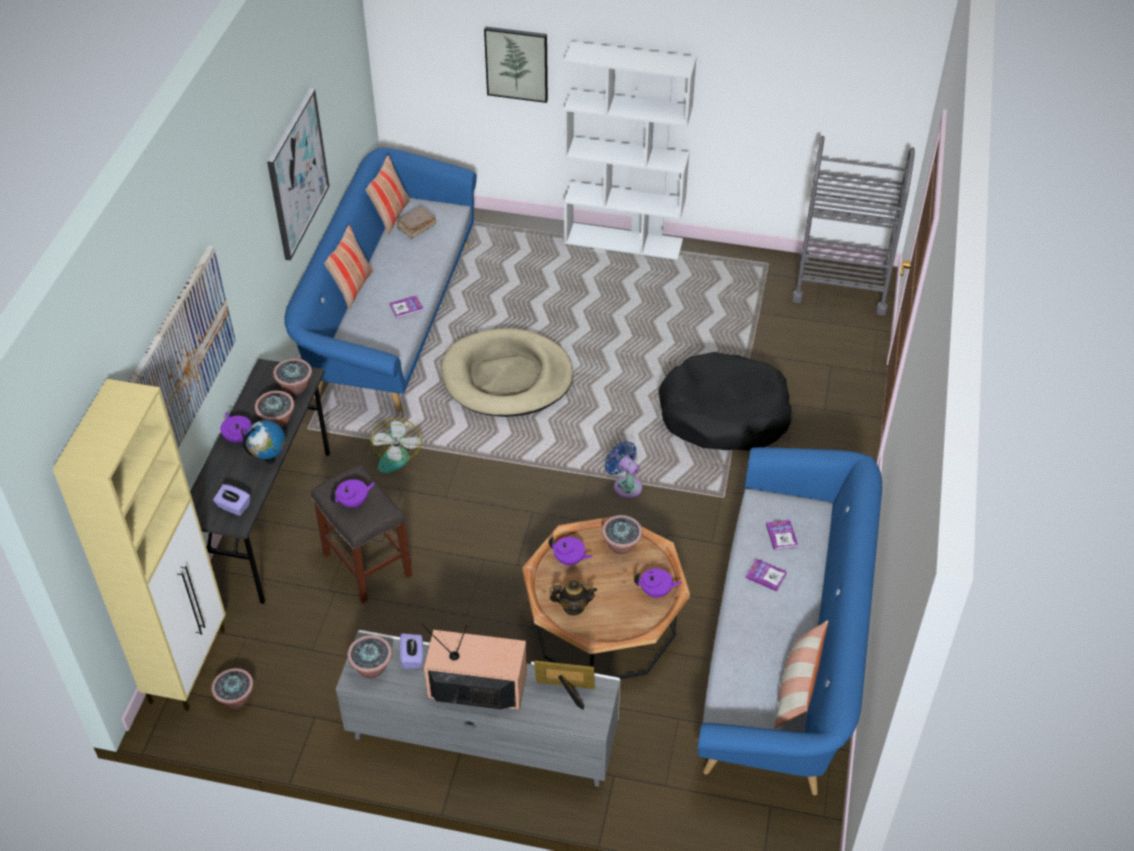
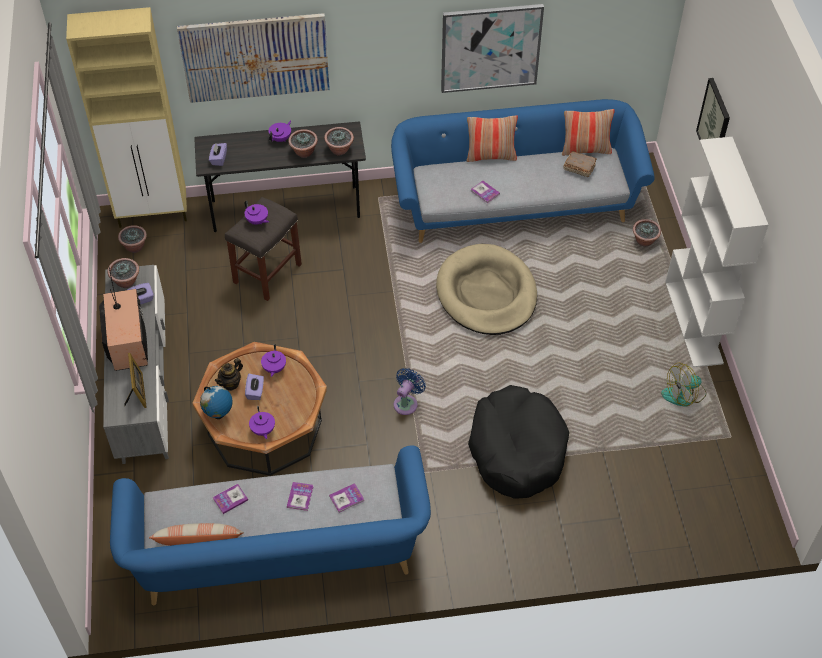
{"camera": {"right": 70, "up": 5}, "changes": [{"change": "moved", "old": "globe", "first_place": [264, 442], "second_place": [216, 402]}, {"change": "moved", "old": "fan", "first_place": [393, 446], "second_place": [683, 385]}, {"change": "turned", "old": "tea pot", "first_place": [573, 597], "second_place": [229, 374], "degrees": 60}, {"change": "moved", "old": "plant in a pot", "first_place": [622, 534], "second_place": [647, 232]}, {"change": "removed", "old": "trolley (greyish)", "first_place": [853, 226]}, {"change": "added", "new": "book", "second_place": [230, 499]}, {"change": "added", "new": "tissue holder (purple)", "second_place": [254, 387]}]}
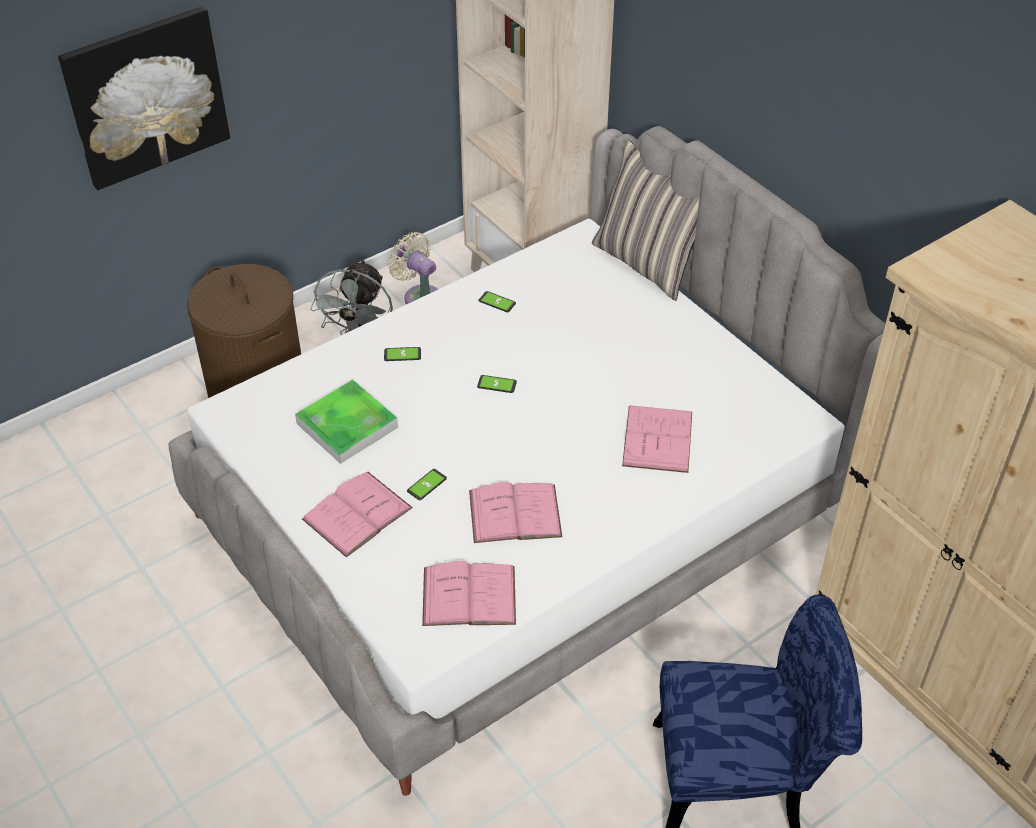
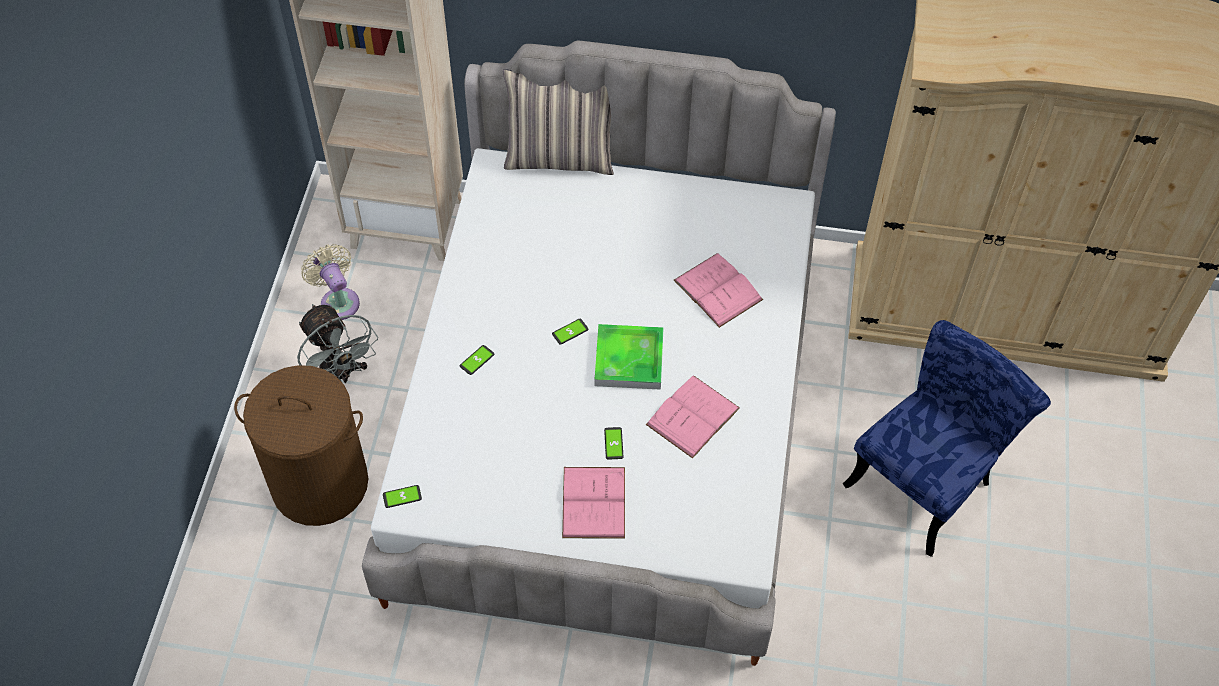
{"camera": {"right": -45, "up": 10}, "changes": [{"change": "removed", "old": "wall art", "first_place": [144, 98]}, {"change": "moved", "old": "tray", "first_place": [346, 422], "second_place": [629, 357]}, {"change": "turned", "old": "fan (beige)", "first_place": [413, 268], "second_place": [330, 282], "degrees": 60}, {"change": "removed", "old": "book (pink)", "first_place": [469, 593]}, {"change": "moved", "old": "handset", "first_place": [497, 301], "second_place": [402, 496]}]}
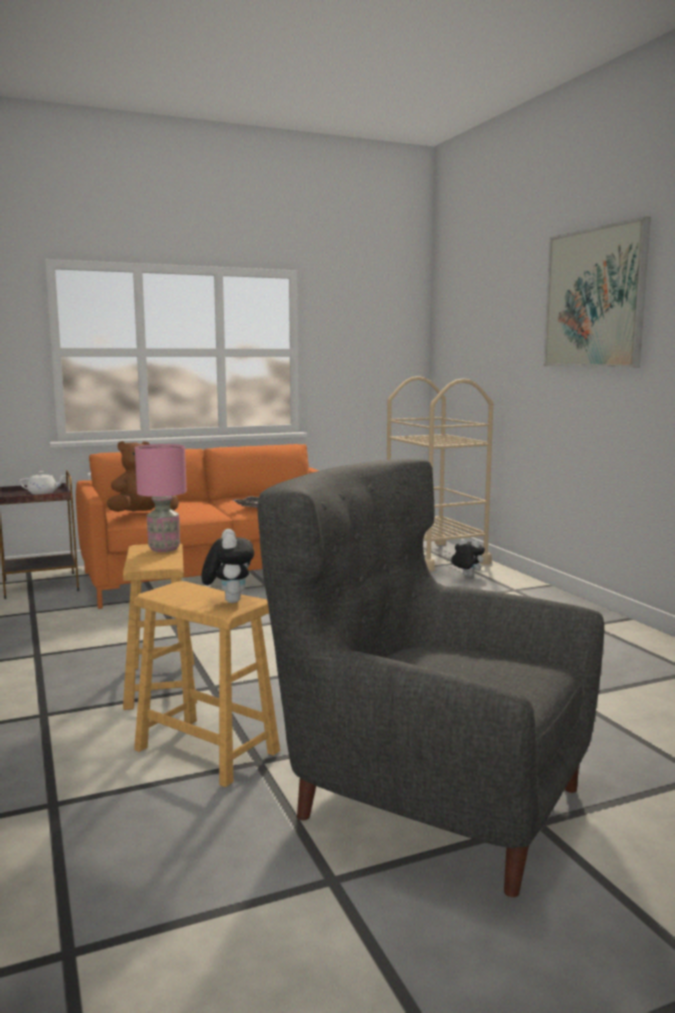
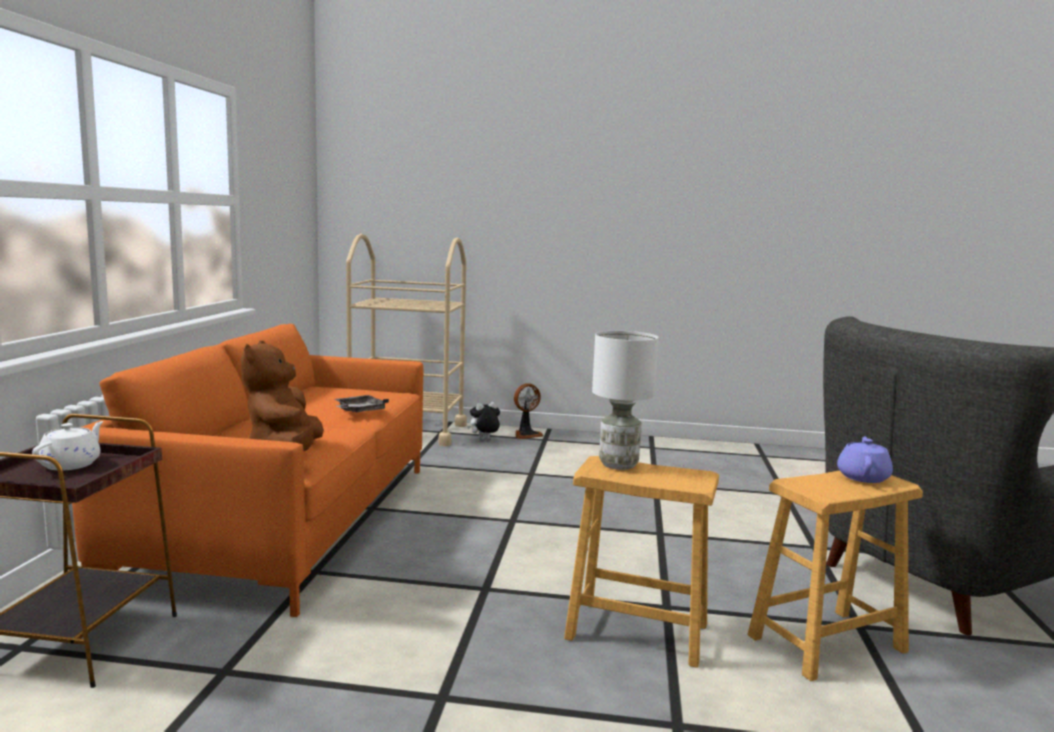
{"camera": {"right": -60, "up": 0}, "changes": [{"change": "recoloured", "old": "lamp for a table (pink)", "new": "lamp for a table (white)", "first_place": [161, 498], "second_place": [625, 400]}, {"change": "replaced", "old": "plush toy", "new": "tea pot (purple)", "first_place": [227, 566], "second_place": [865, 459]}, {"change": "removed", "old": "wall art", "first_place": [597, 292]}, {"change": "added", "new": "fan", "second_place": [529, 411]}]}
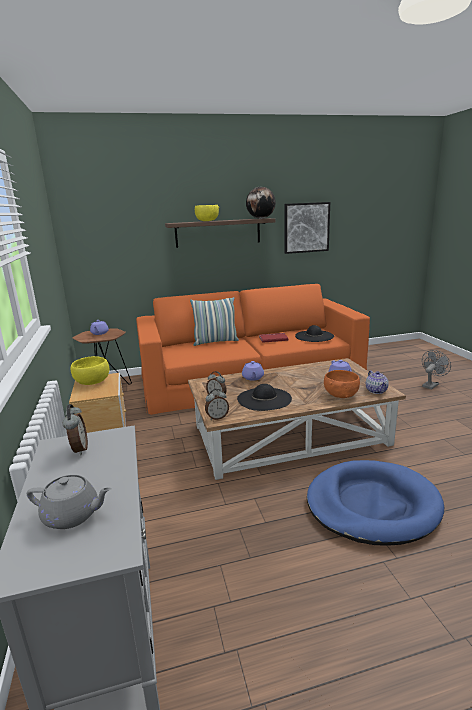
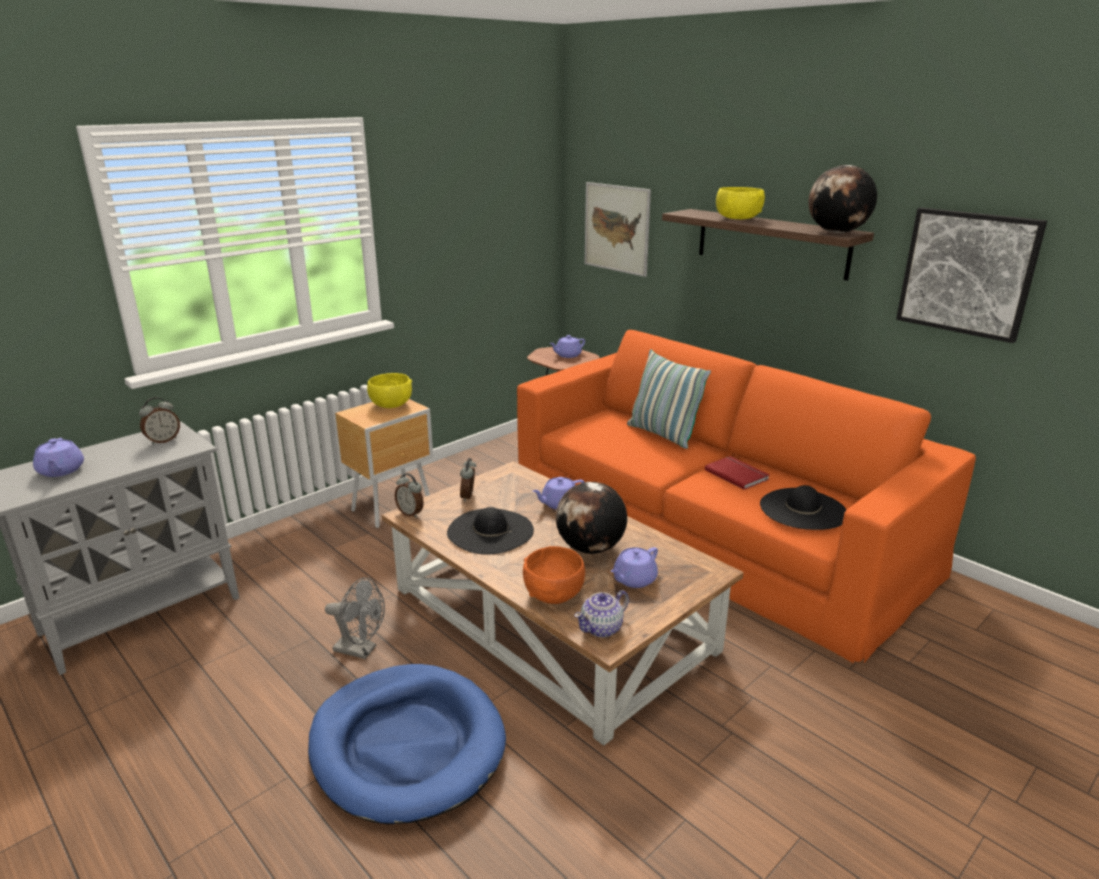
{"camera": {"right": 60, "up": 5}, "changes": [{"change": "recoloured", "old": "tea pot (greyish)", "new": "tea pot (purple)", "first_place": [69, 502], "second_place": [58, 457]}, {"change": "moved", "old": "fan (greyish)", "first_place": [436, 369], "second_place": [355, 618]}, {"change": "added", "new": "globe", "second_place": [591, 518]}, {"change": "added", "new": "wall art", "second_place": [618, 229]}]}
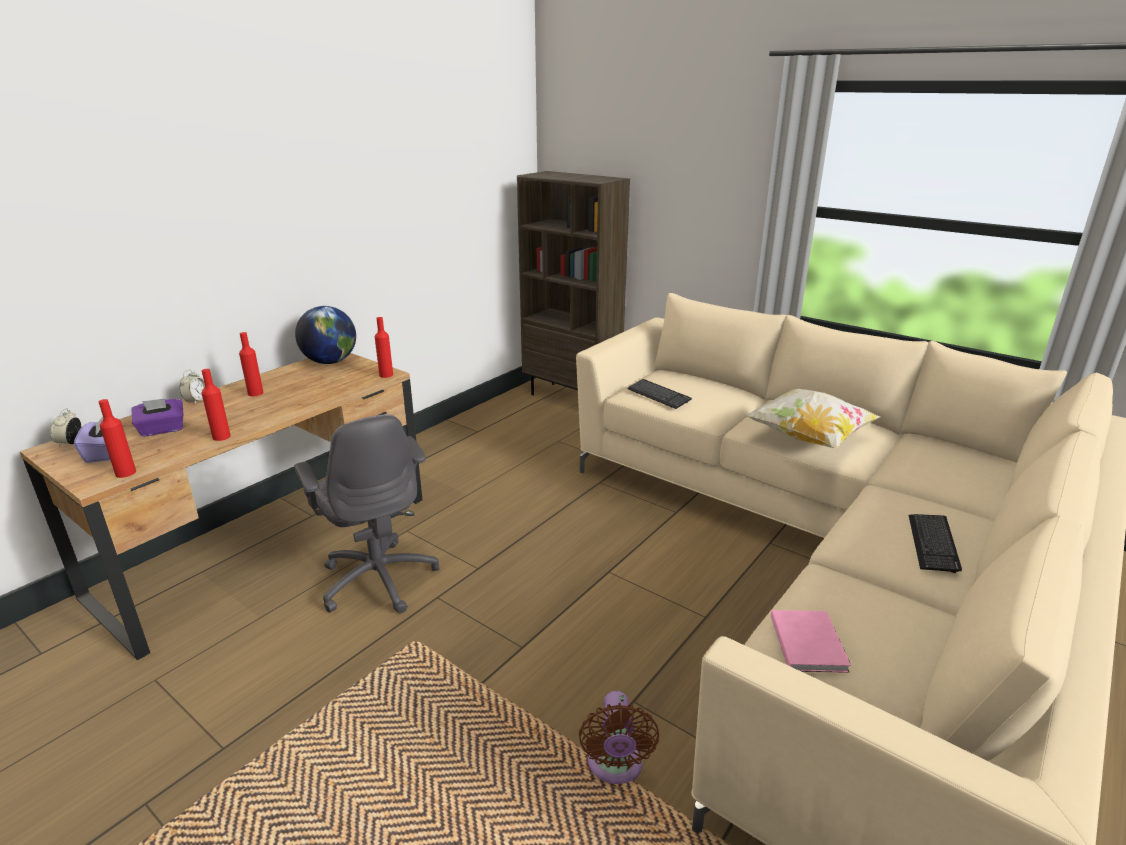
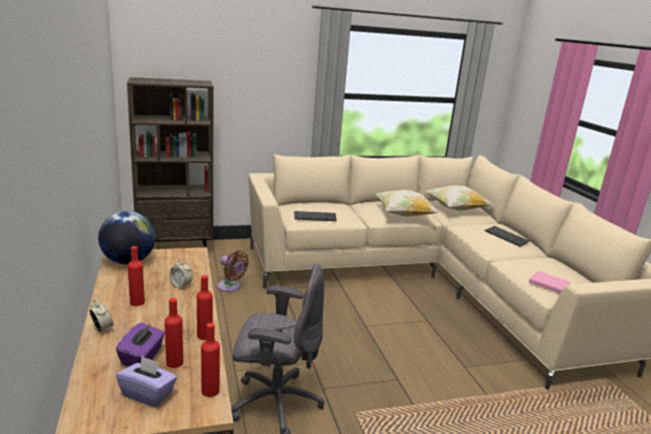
{"camera": {"right": -55, "up": -5}, "changes": [{"change": "moved", "old": "table clock", "first_place": [66, 427], "second_place": [181, 274]}, {"change": "moved", "old": "beverage bottle (reddish)", "first_place": [384, 347], "second_place": [174, 333]}, {"change": "moved", "old": "fan (brown)", "first_place": [619, 737], "second_place": [233, 271]}, {"change": "added", "new": "throw pillow", "second_place": [459, 198]}]}
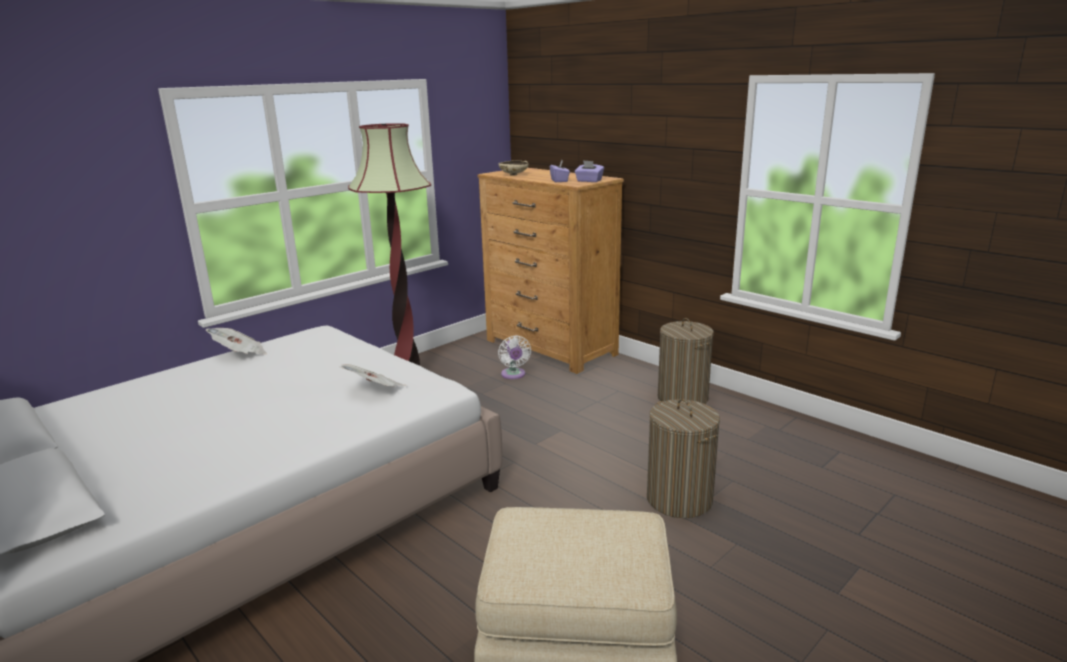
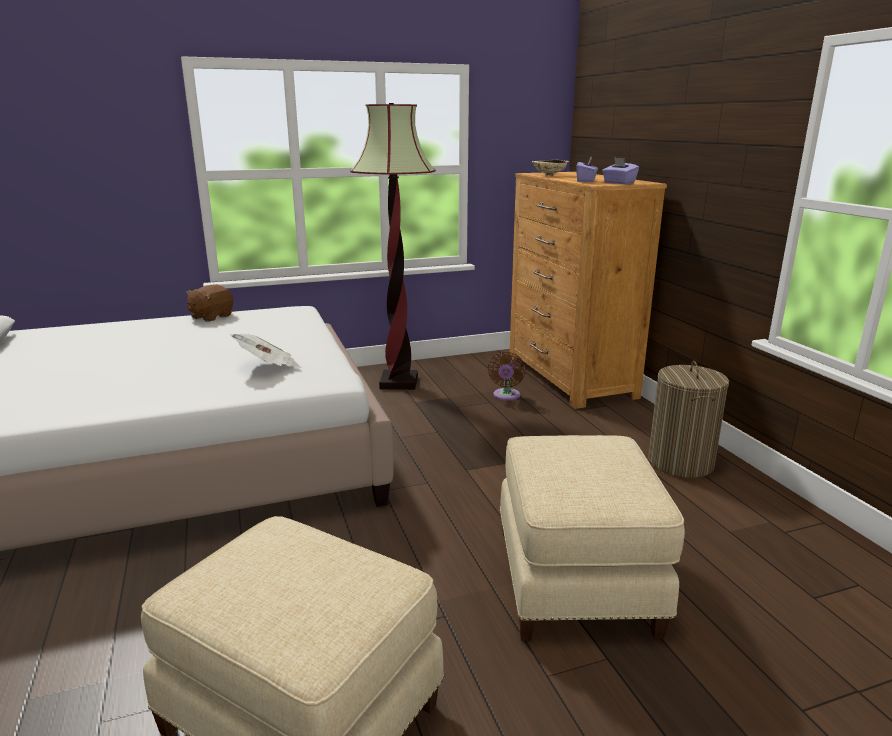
{"camera": {"right": 25, "up": 0}, "changes": [{"change": "replaced", "old": "printed paper", "new": "plush toy (brown)", "first_place": [236, 341], "second_place": [209, 303]}, {"change": "recoloured", "old": "fan (white)", "new": "fan (brown)", "first_place": [514, 357], "second_place": [507, 376]}, {"change": "replaced", "old": "washing basket", "new": "pouffe (beige)", "first_place": [683, 458], "second_place": [592, 538]}]}
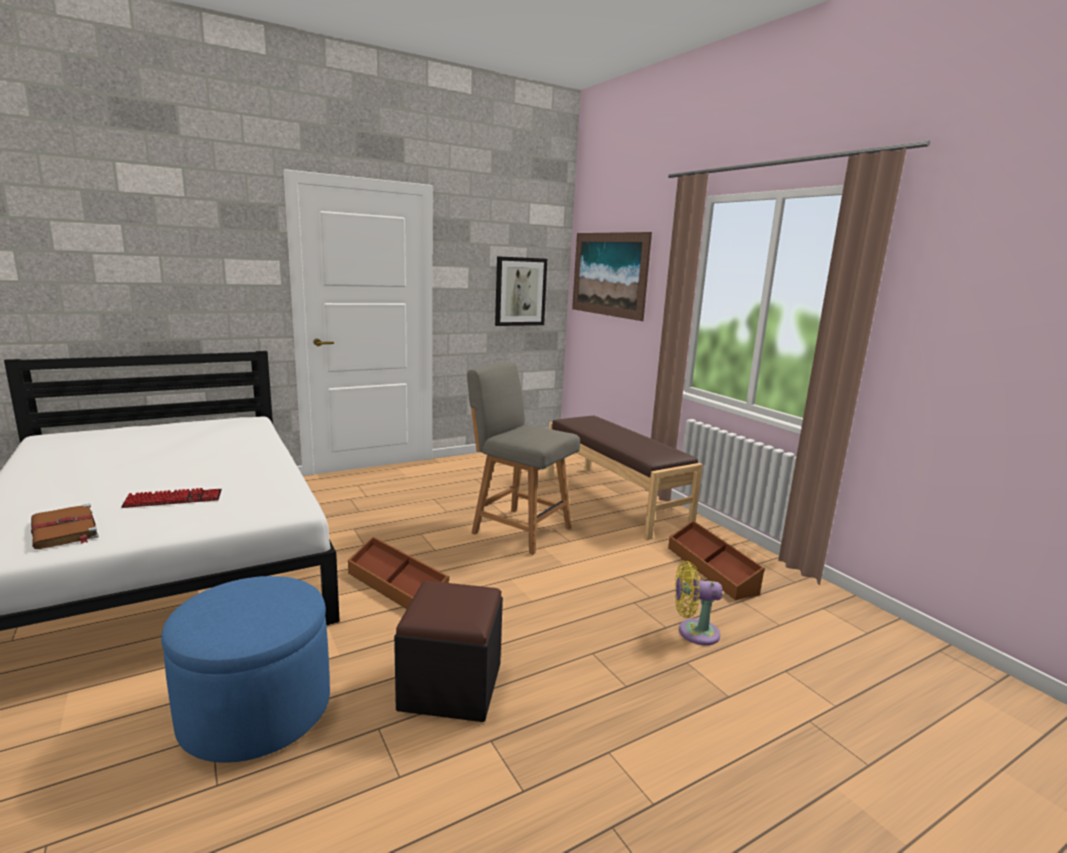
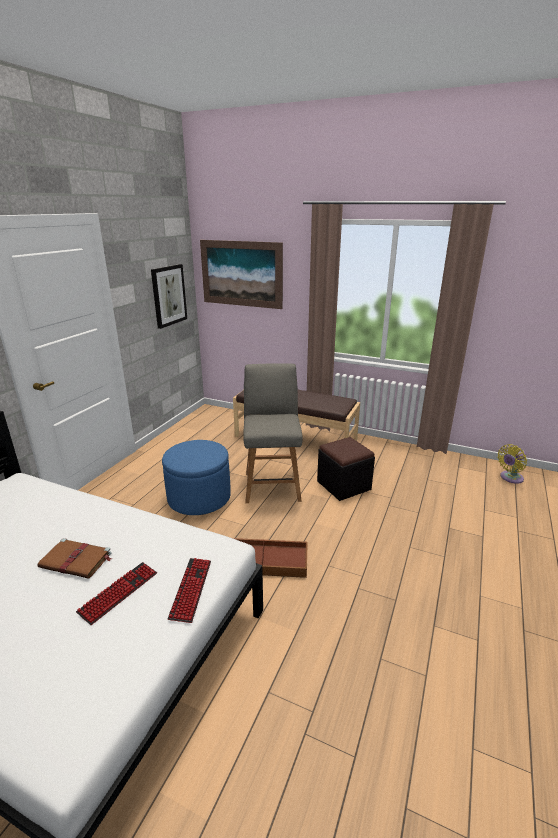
{"camera": {"right": -35, "up": 10}, "changes": [{"change": "moved", "old": "book (brown)", "first_place": [65, 526], "second_place": [74, 558]}, {"change": "moved", "old": "pouffe (blue)", "first_place": [245, 669], "second_place": [196, 477]}, {"change": "moved", "old": "pouffe (black)", "first_place": [448, 651], "second_place": [346, 469]}, {"change": "turned", "old": "upright chair (greyish)", "first_place": [523, 458], "second_place": [273, 433], "degrees": 90}, {"change": "removed", "old": "storage bin (brown)", "first_place": [716, 560]}, {"change": "moved", "old": "fan (yellow-coloured)", "first_place": [698, 603], "second_place": [512, 464]}, {"change": "added", "new": "keyboard", "second_place": [189, 590]}]}
